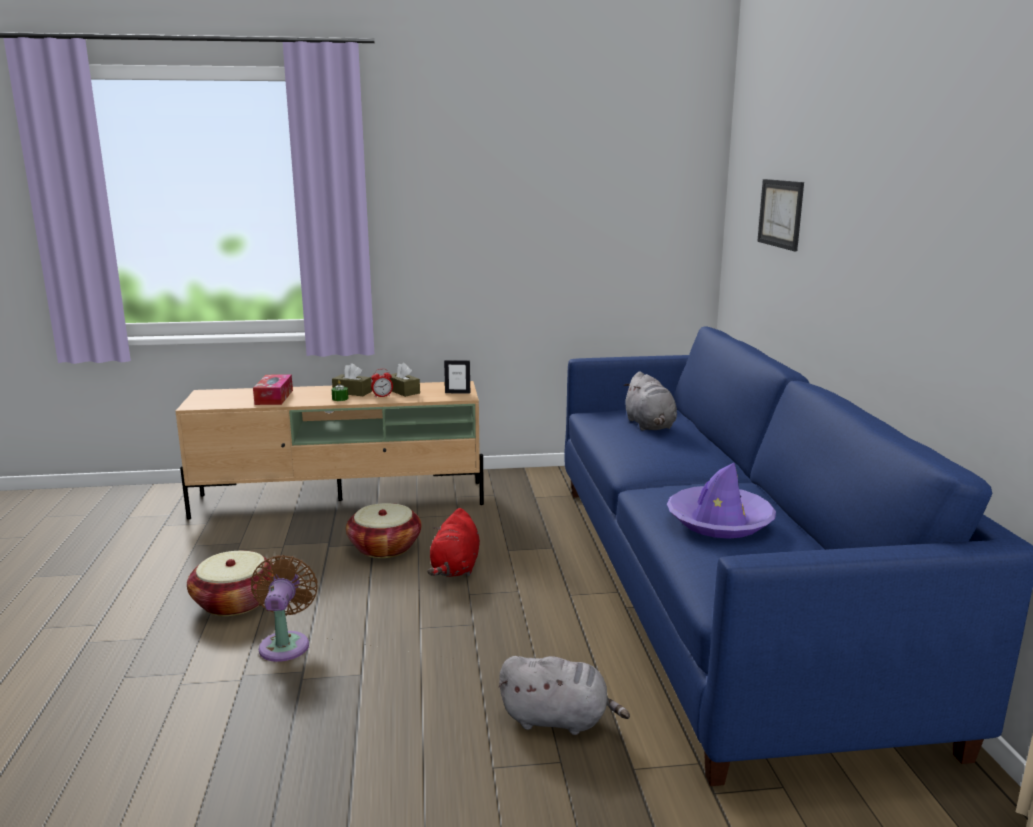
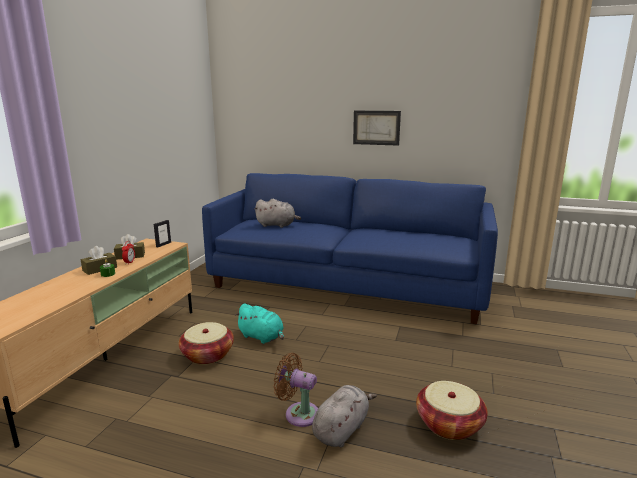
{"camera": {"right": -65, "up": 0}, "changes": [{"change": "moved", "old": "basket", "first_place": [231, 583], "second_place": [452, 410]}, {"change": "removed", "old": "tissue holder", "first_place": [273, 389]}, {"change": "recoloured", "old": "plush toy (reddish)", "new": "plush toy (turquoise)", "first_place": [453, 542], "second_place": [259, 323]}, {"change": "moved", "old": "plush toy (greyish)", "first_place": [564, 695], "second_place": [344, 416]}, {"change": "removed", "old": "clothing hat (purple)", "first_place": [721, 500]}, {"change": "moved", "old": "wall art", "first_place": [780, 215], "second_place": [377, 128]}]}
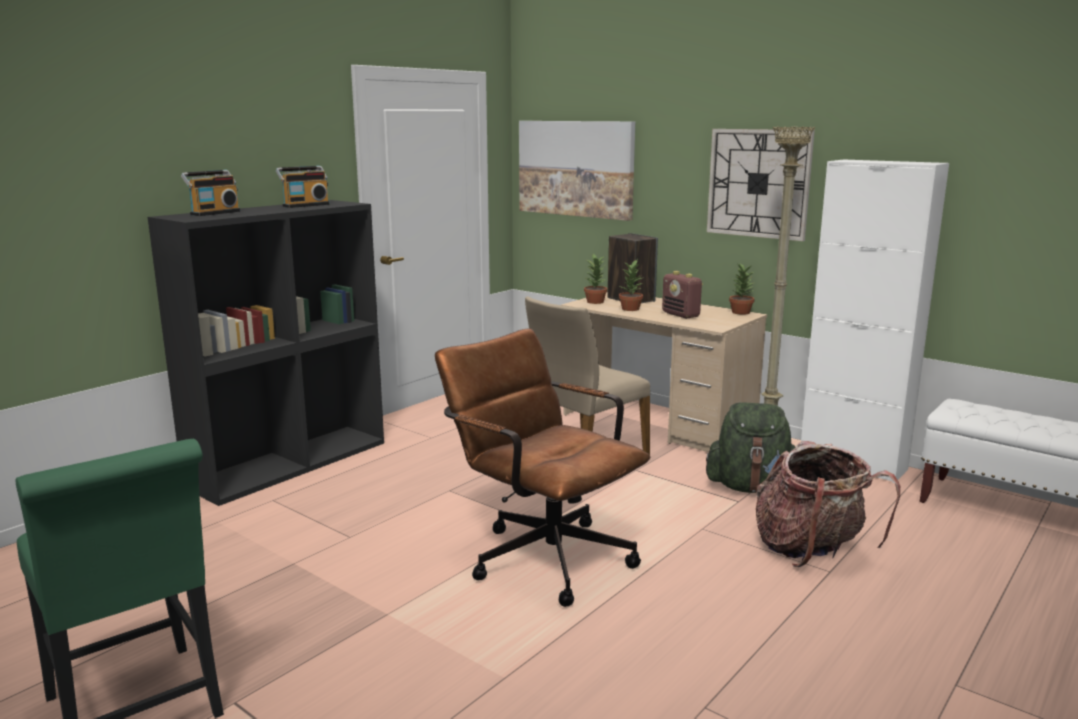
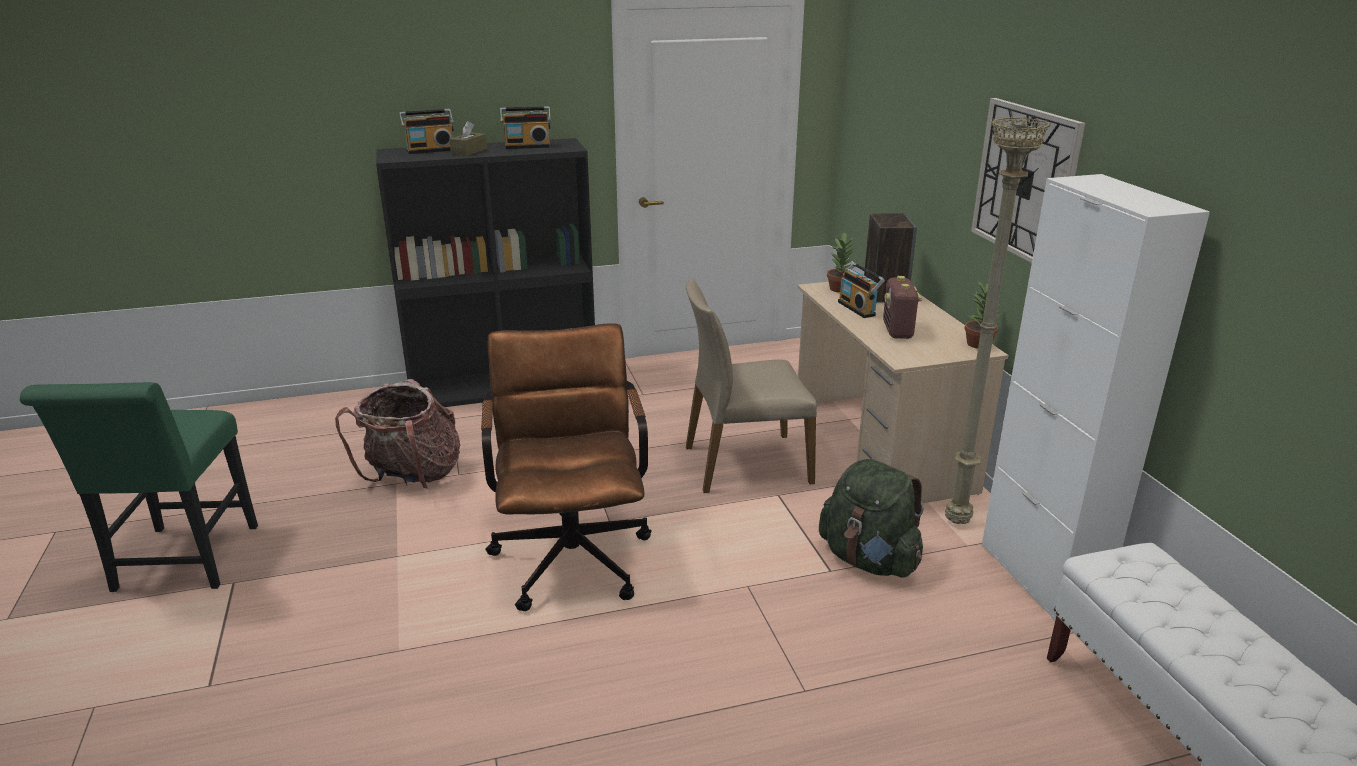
{"camera": {"right": 35, "up": 10}, "changes": [{"change": "removed", "old": "wall art", "first_place": [577, 171]}, {"change": "replaced", "old": "plant in a pot", "new": "radio", "first_place": [631, 285], "second_place": [861, 290]}, {"change": "moved", "old": "knapsack", "first_place": [828, 504], "second_place": [398, 434]}, {"change": "added", "new": "tissue holder (brown)", "second_place": [468, 138]}]}
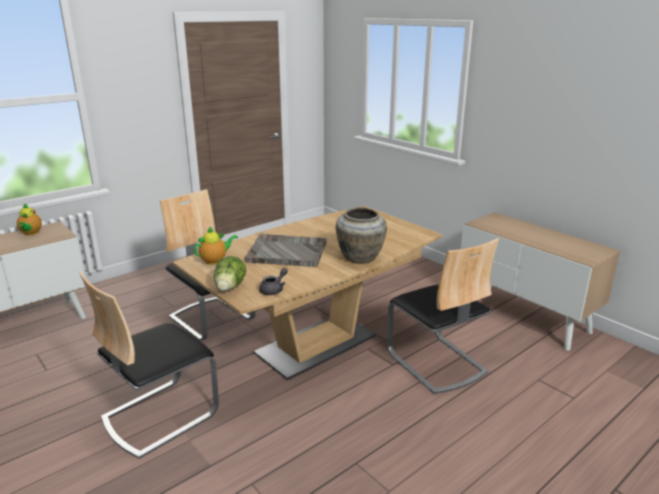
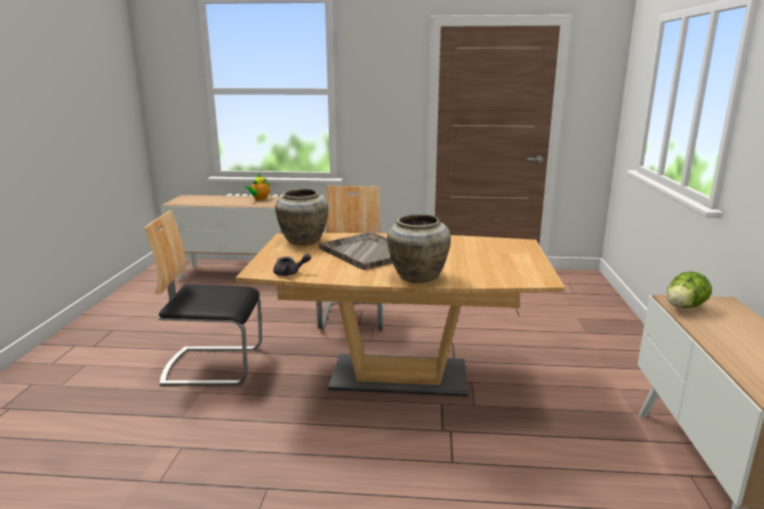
{"camera": {"right": 45, "up": -5}, "changes": [{"change": "replaced", "old": "tea pot", "new": "vase (beige)", "first_place": [216, 246], "second_place": [301, 217]}, {"change": "moved", "old": "head of lettuce", "first_place": [230, 273], "second_place": [689, 289]}, {"change": "removed", "old": "upright chair", "first_place": [443, 316]}]}
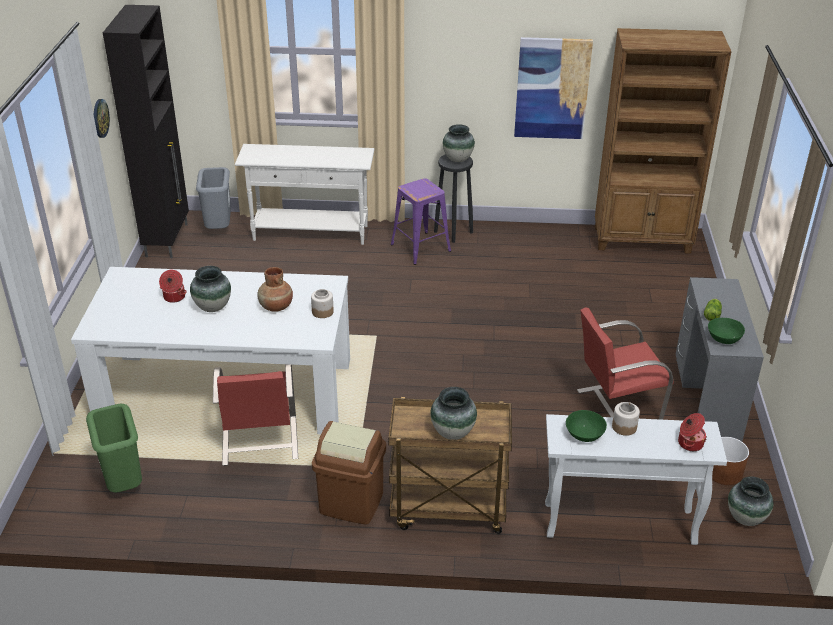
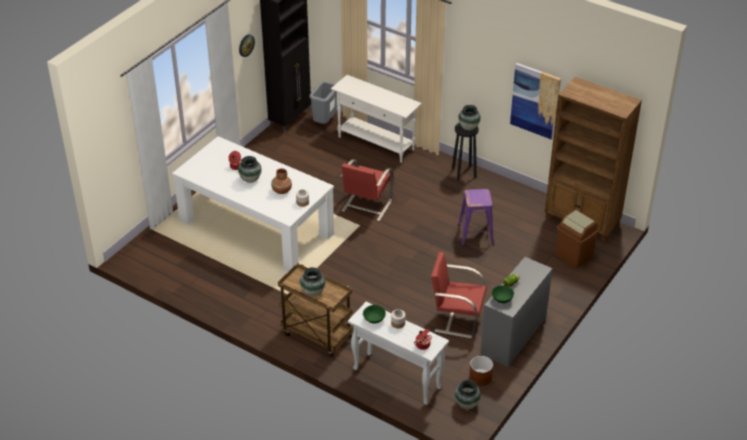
{"camera": {"right": 30, "up": 5}, "changes": [{"change": "removed", "old": "rubbish bin (green-coloured)", "first_place": [114, 448]}, {"change": "moved", "old": "upright chair (reddish)", "first_place": [255, 415], "second_place": [367, 190]}, {"change": "moved", "old": "rubbish bin (brown)", "first_place": [349, 473], "second_place": [577, 238]}, {"change": "moved", "old": "sitting stool (purple)", "first_place": [421, 221], "second_place": [476, 217]}]}
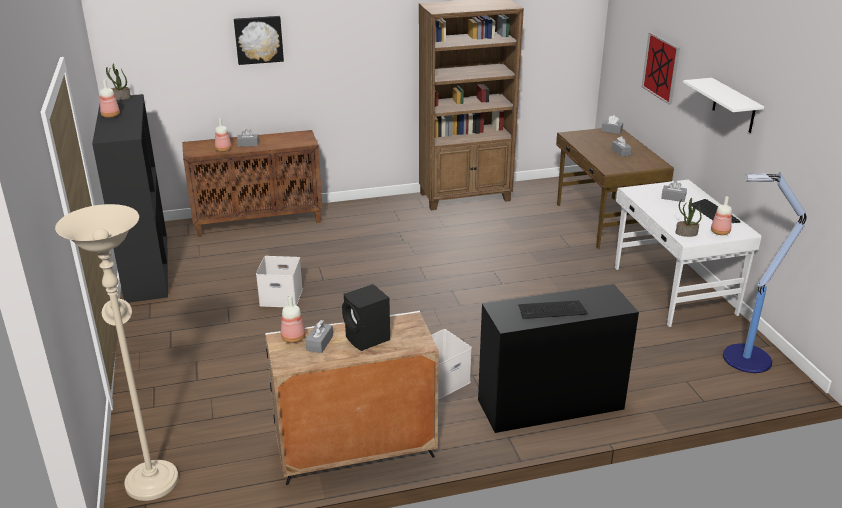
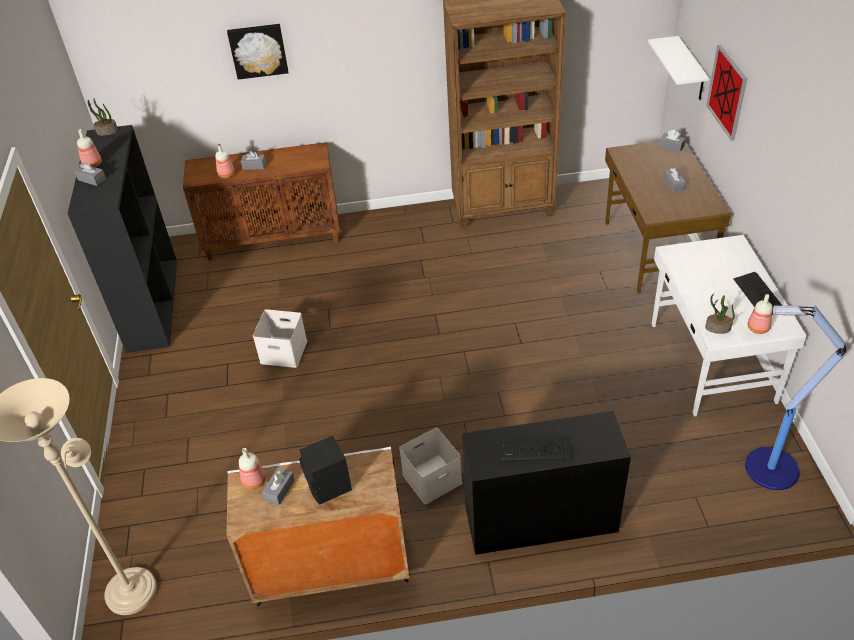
{"camera": {"right": 10, "up": 15}, "changes": [{"change": "moved", "old": "tissue holder (greyish)", "first_place": [674, 191], "second_place": [90, 174]}, {"change": "moved", "old": "shelf (white)", "first_place": [723, 105], "second_place": [678, 68]}]}
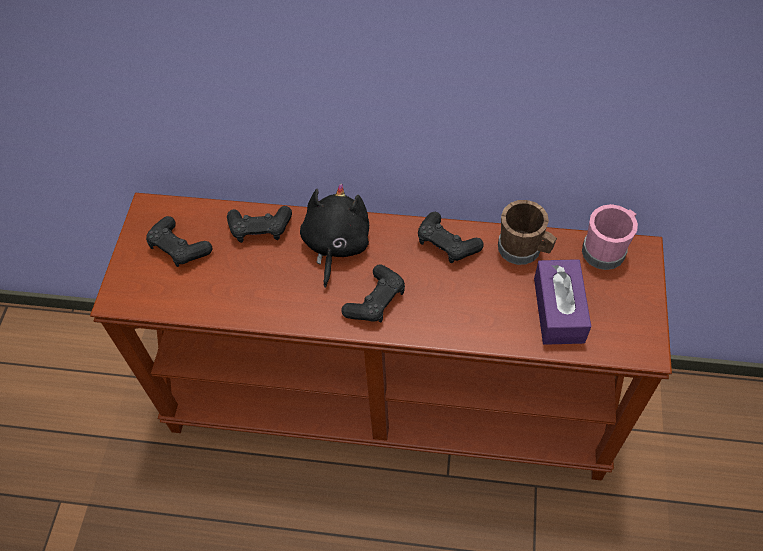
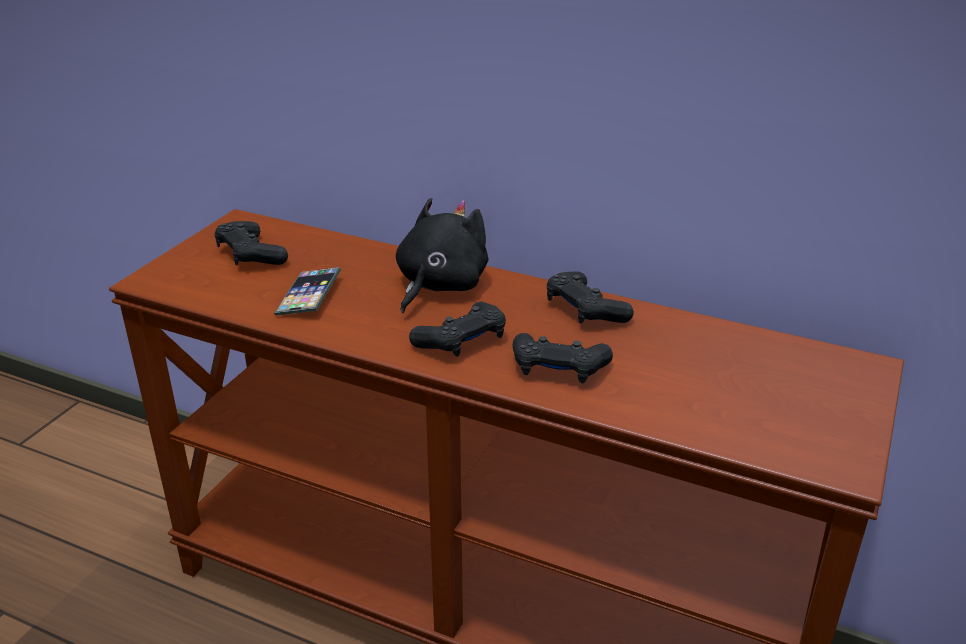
{"camera": {"right": 15, "up": -25}, "changes": [{"change": "moved", "old": "game controller (black)", "first_place": [259, 224], "second_place": [563, 358]}, {"change": "removed", "old": "mug (brown)", "first_place": [527, 232]}, {"change": "removed", "old": "tissue holder (purple)", "first_place": [562, 302]}, {"change": "removed", "old": "mug (pink)", "first_place": [610, 237]}, {"change": "added", "new": "handset", "second_place": [307, 291]}]}
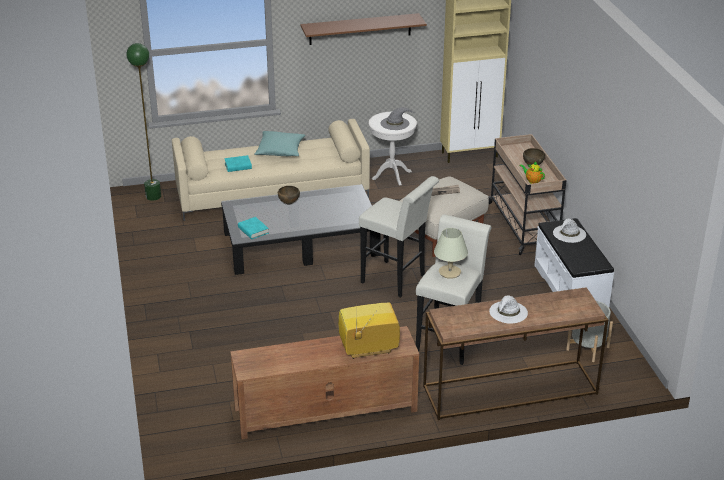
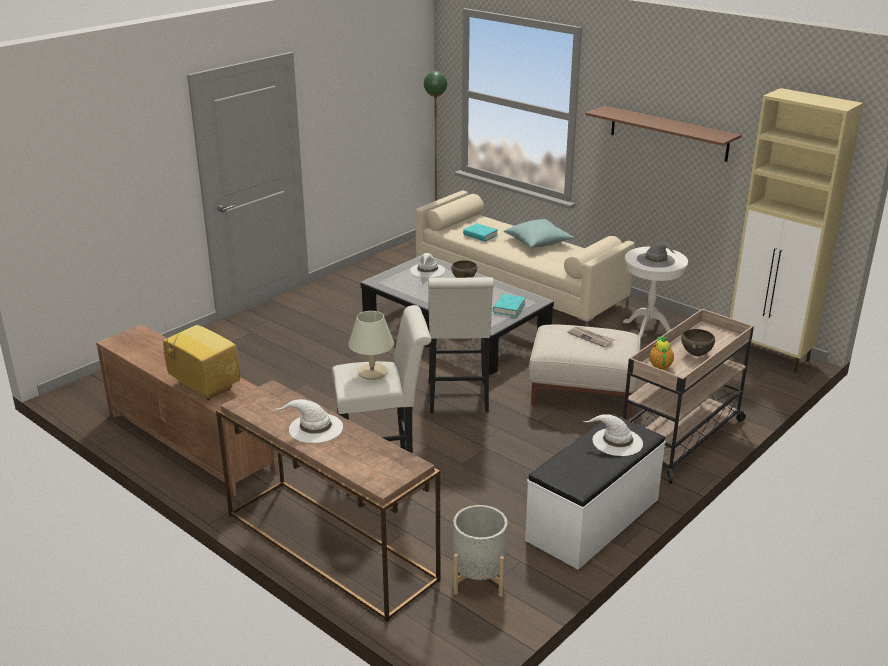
{"camera": {"right": 55, "up": -5}, "changes": [{"change": "moved", "old": "book (turquoise)", "first_place": [253, 228], "second_place": [509, 305]}, {"change": "added", "new": "clothing hat (white)", "second_place": [427, 265]}]}
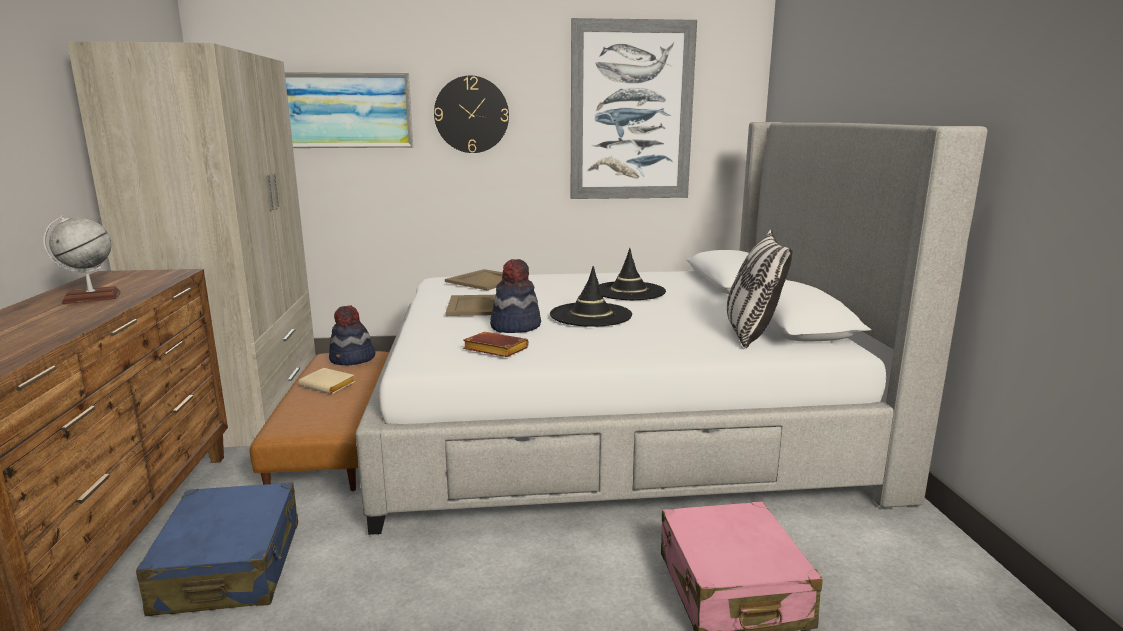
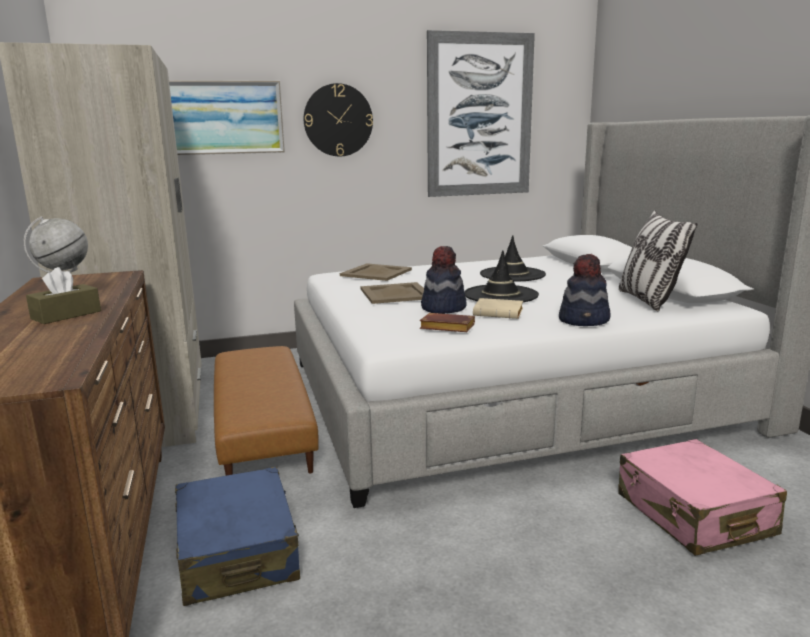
{"camera": {"right": -10, "up": 0}, "changes": [{"change": "moved", "old": "book (beige)", "first_place": [327, 381], "second_place": [498, 308]}, {"change": "moved", "old": "clothing hat", "first_place": [352, 335], "second_place": [584, 290]}, {"change": "added", "new": "tissue holder (brown)", "second_place": [63, 295]}]}
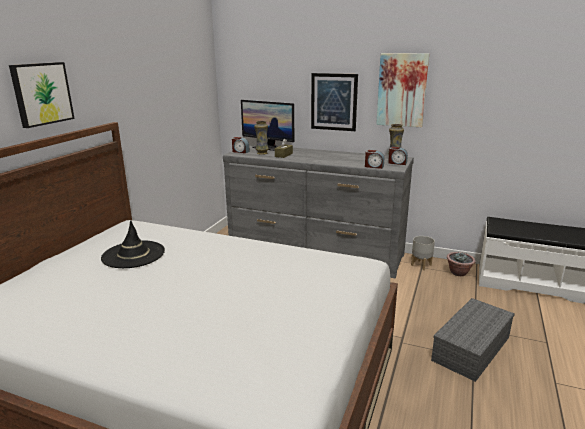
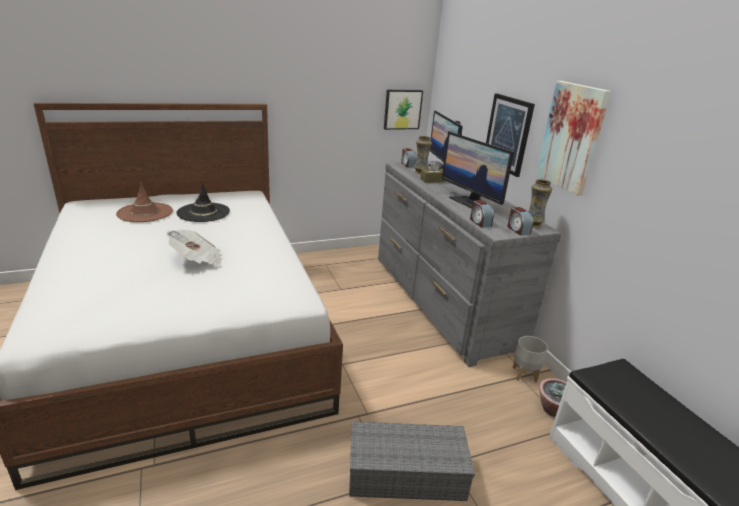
{"camera": {"right": 45, "up": 5}, "changes": [{"change": "moved", "old": "wall art", "first_place": [42, 95], "second_place": [403, 110]}, {"change": "added", "new": "clothing hat (brown)", "second_place": [144, 202]}, {"change": "added", "new": "printed paper", "second_place": [194, 248]}, {"change": "added", "new": "computer display", "second_place": [478, 169]}]}
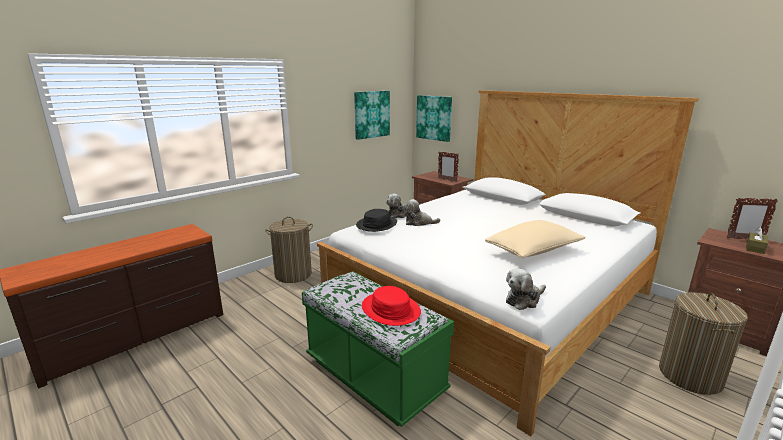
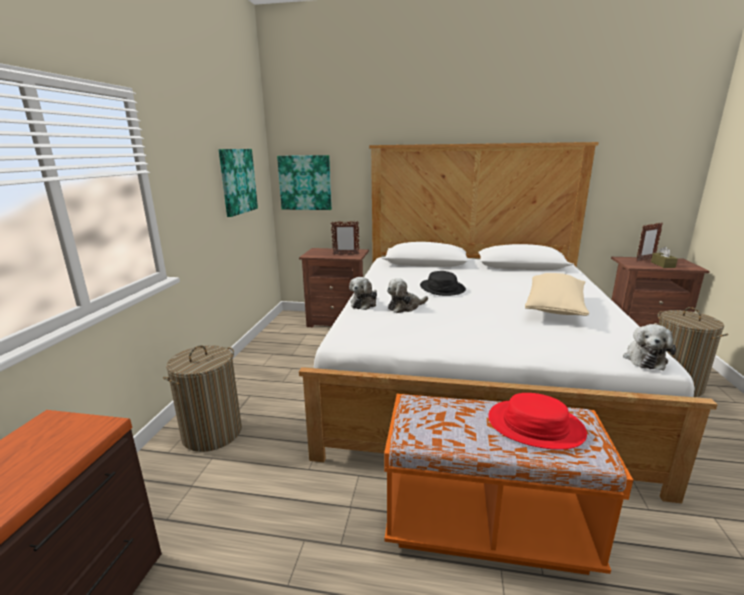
{"camera": {"right": -35, "up": 0}, "changes": [{"change": "recoloured", "old": "long seat (green-coloured)", "new": "long seat (orange-coloured)", "first_place": [378, 349], "second_place": [508, 484]}, {"change": "moved", "old": "clothing hat (black)", "first_place": [376, 220], "second_place": [443, 283]}]}
